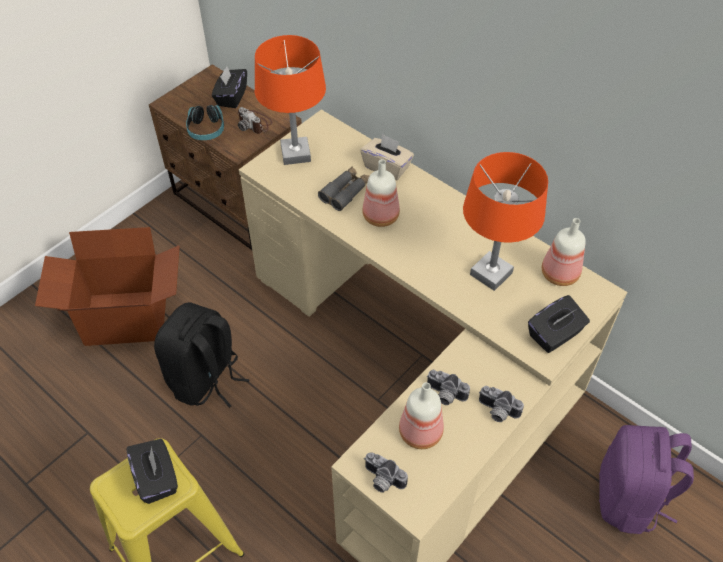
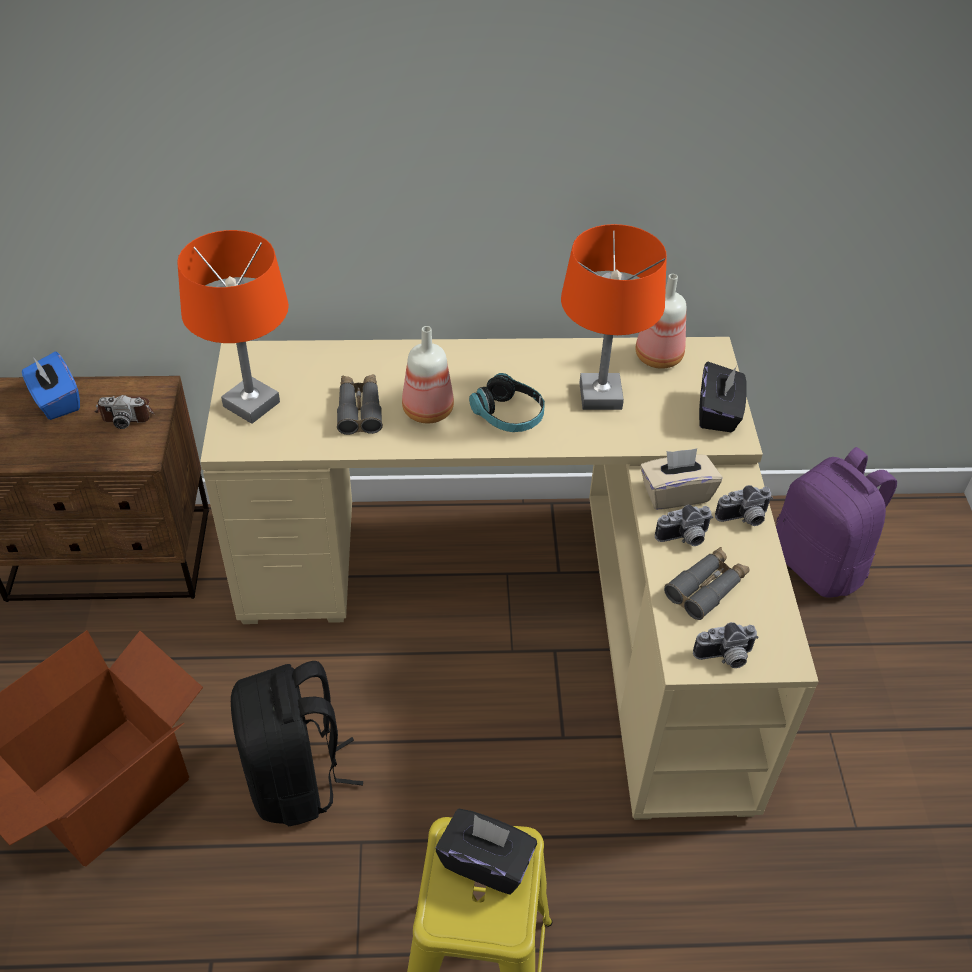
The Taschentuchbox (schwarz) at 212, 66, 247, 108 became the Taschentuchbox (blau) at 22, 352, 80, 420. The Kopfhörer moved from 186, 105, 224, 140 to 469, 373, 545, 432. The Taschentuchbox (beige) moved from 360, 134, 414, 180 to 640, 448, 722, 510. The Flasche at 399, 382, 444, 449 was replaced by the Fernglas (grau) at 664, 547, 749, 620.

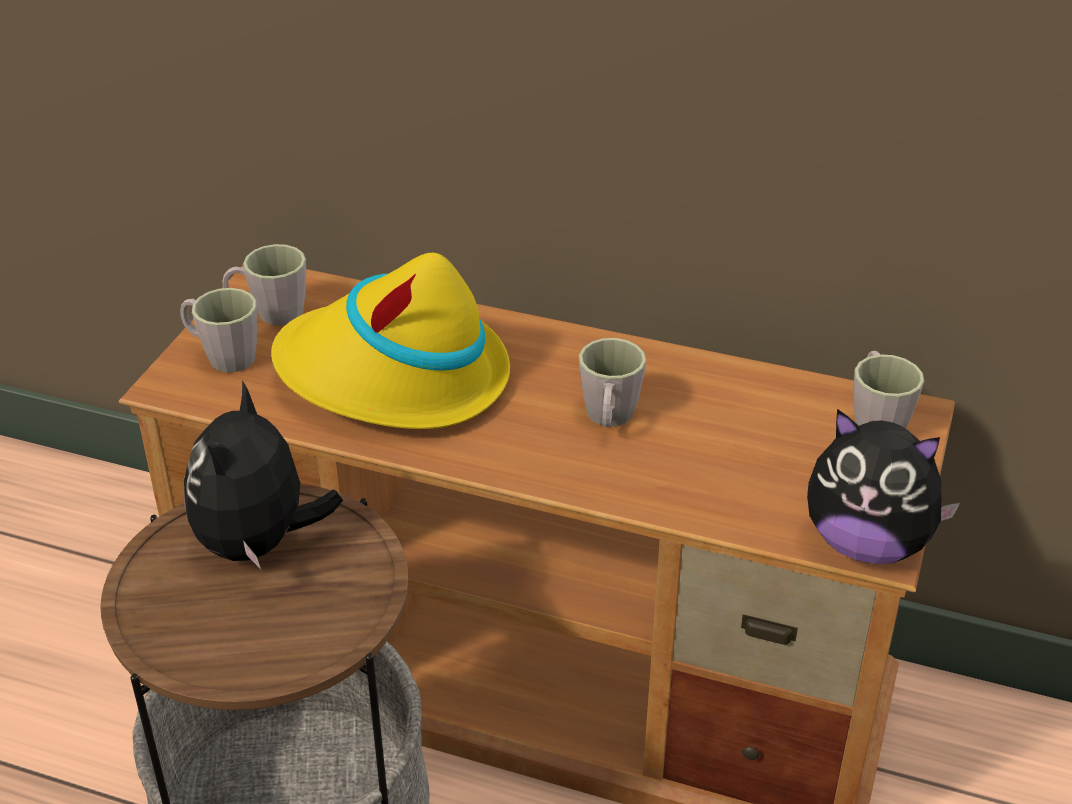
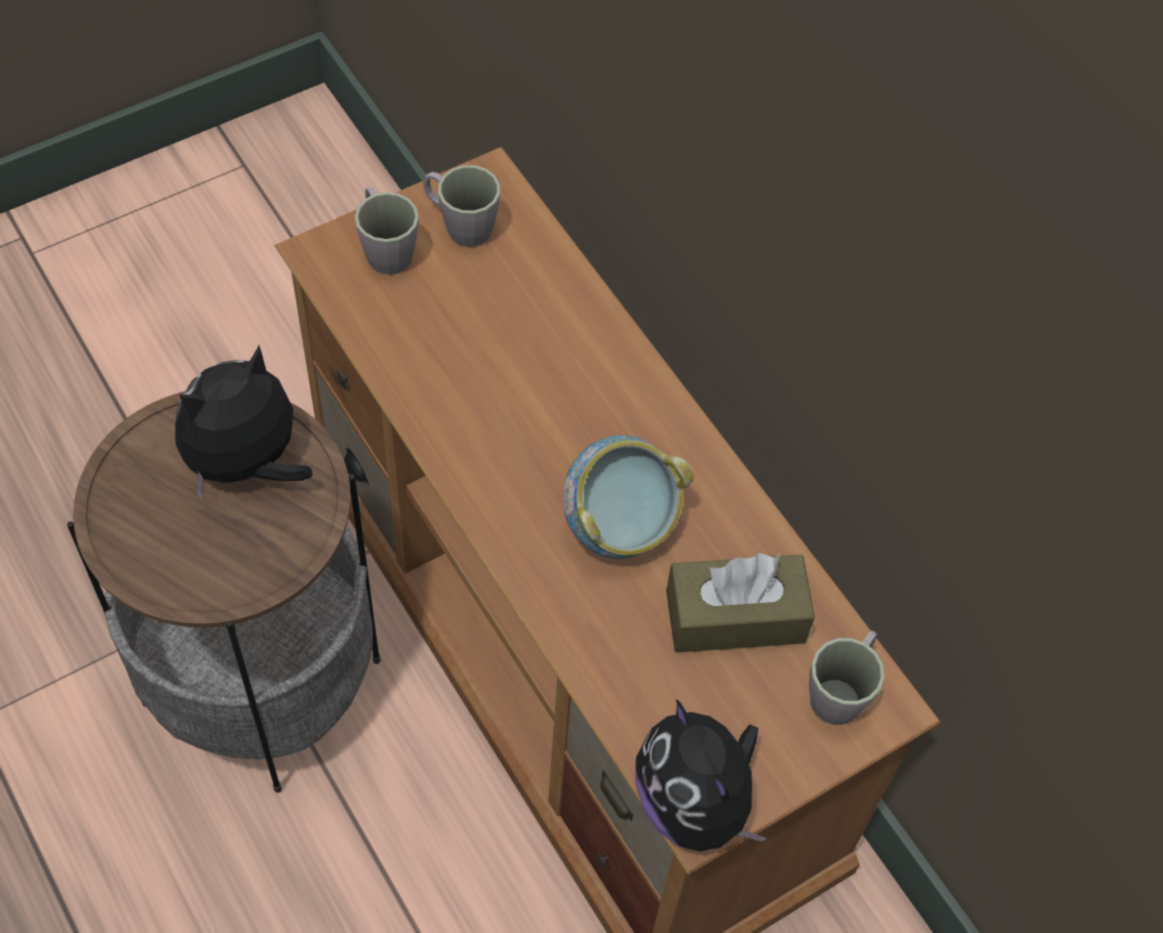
The Henkelbecher (grau) at 579, 338, 646, 427 was replaced by the Schüssel at 563, 435, 693, 559. The Taschentuchbox (braun) at 666, 553, 815, 653 appeared. The Hut (gelb) at 271, 253, 510, 429 disappeared.

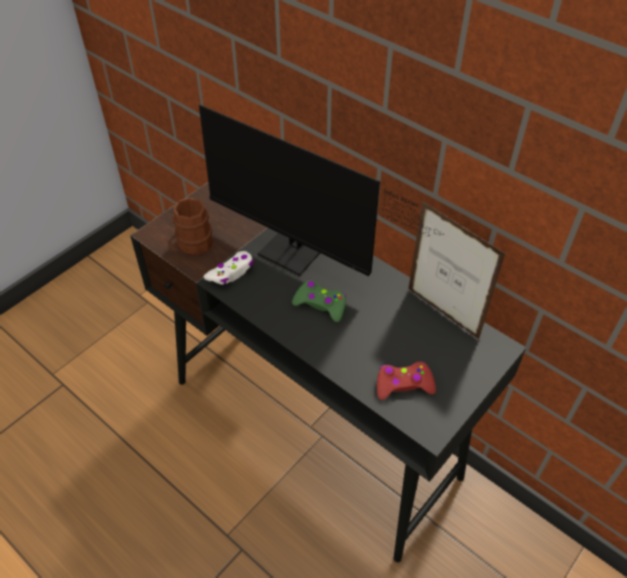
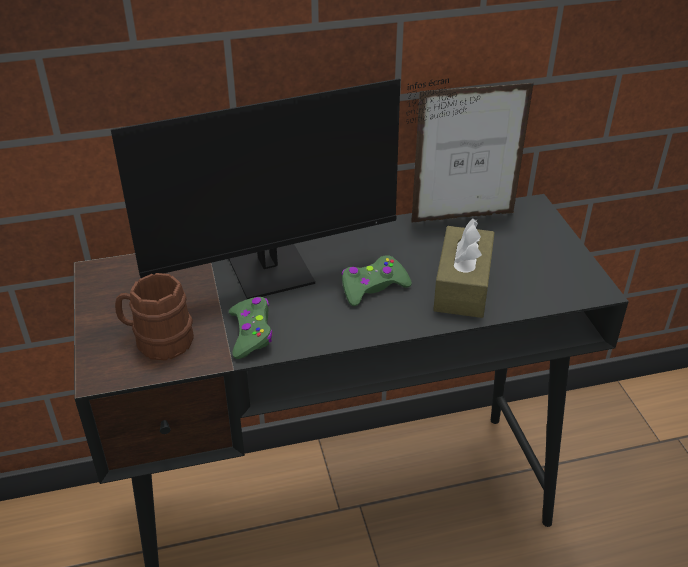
The Gamepad (weiß) at 204, 251, 254, 285 became the Gamepad (grün) at 229, 297, 273, 359. The Taschentuchbox (braun) at 433, 218, 495, 318 appeared. The Gamepad (rot) at 377, 362, 436, 400 disappeared.

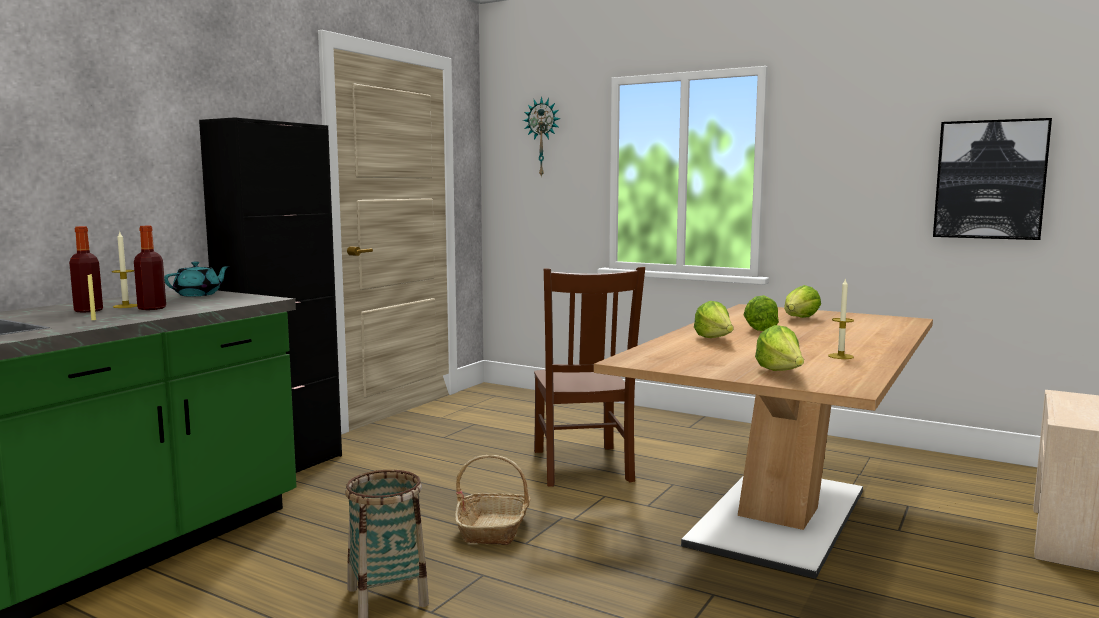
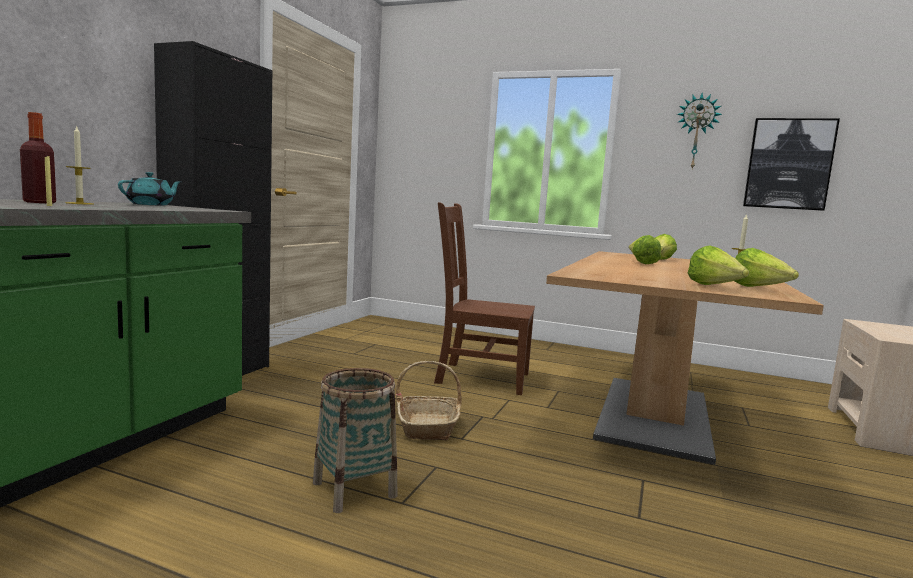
The Stuhl (braun) at 534, 267, 645, 487 turned 120 degrees clockwise. The Wanduhr moved from 523, 97, 560, 178 to 677, 93, 722, 169. The Salatkopf moved from 694, 301, 734, 338 to 735, 248, 799, 287. The Flasche at 134, 226, 166, 310 disappeared.

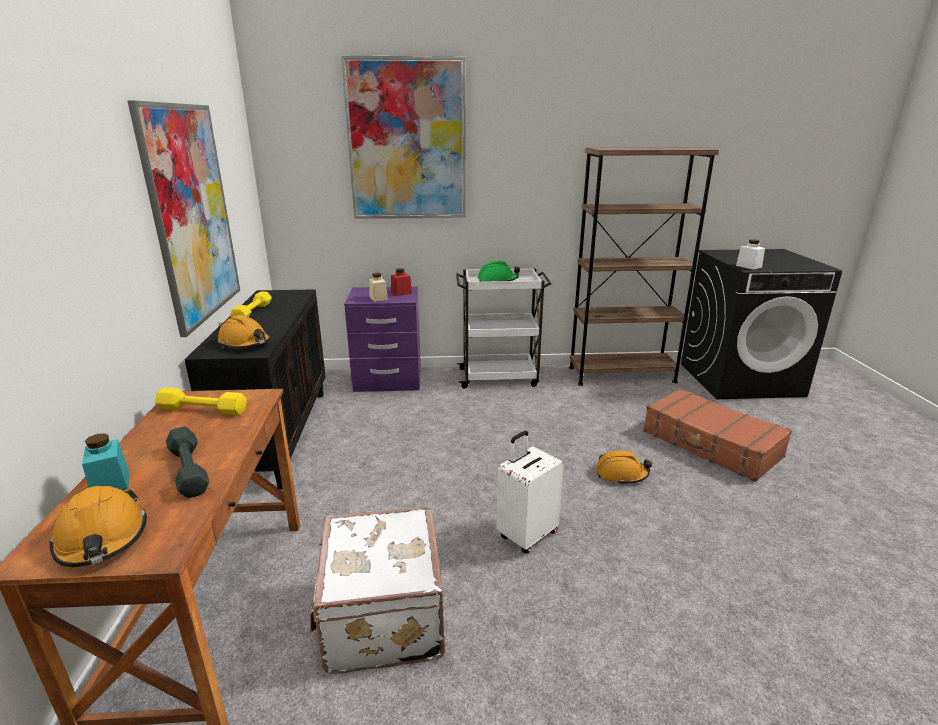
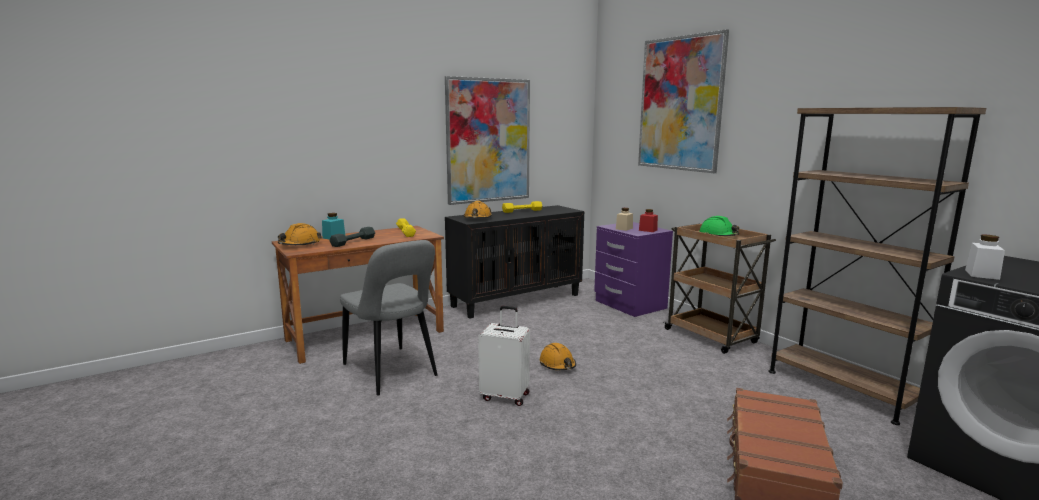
The Koffer (weiß) at 310, 506, 445, 674 was replaced by the Stuhl (grau) at 340, 240, 438, 396. The Schutzhelm (orange) moved from 595, 450, 652, 485 to 540, 343, 576, 370. The Rollwagen (weiß) at 456, 268, 551, 389 became the Rollwagen (braun) at 664, 224, 776, 354.

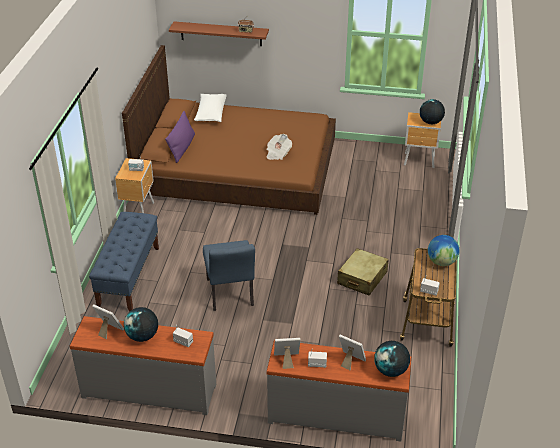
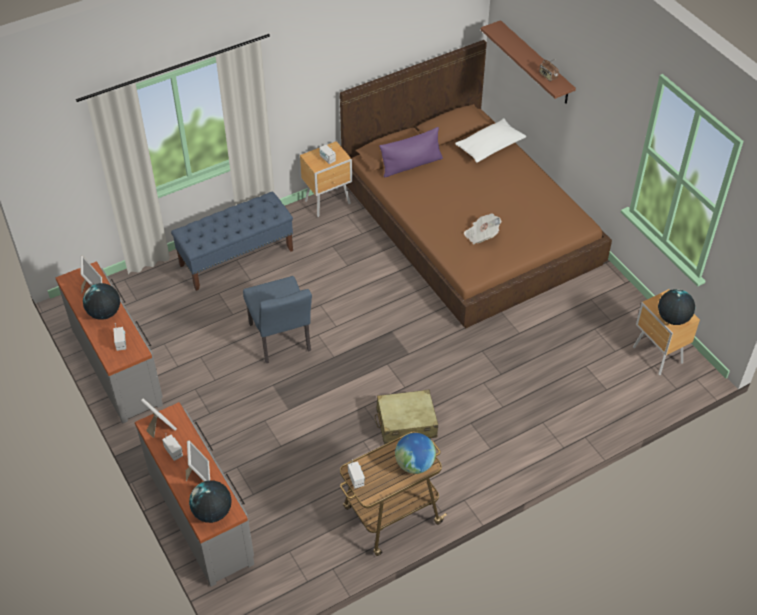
The Stuhl (blau) at 203, 240, 255, 311 turned 60 degrees counterclockwise.

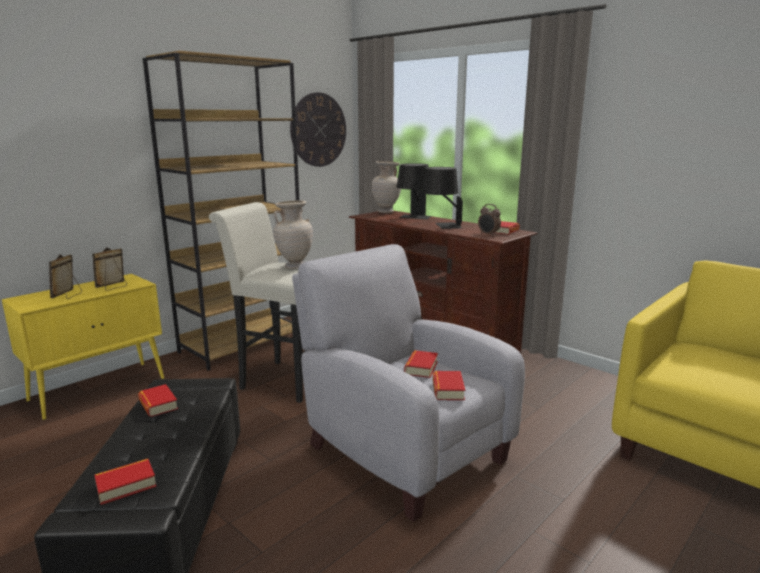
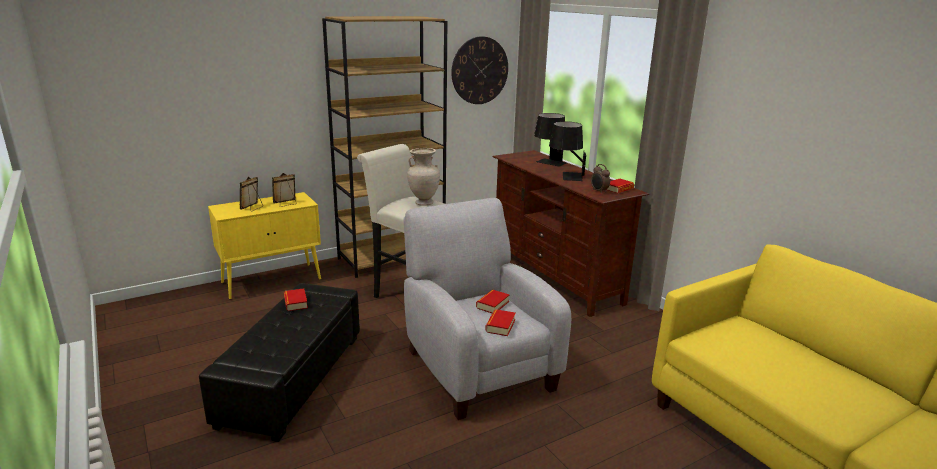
The Buch at 95, 459, 156, 505 disappeared. The Vase (beige) at 372, 161, 401, 213 disappeared.

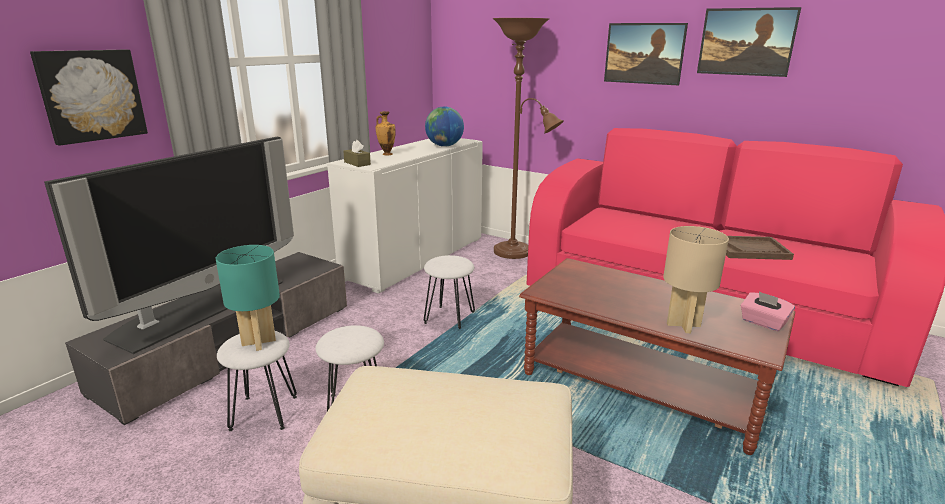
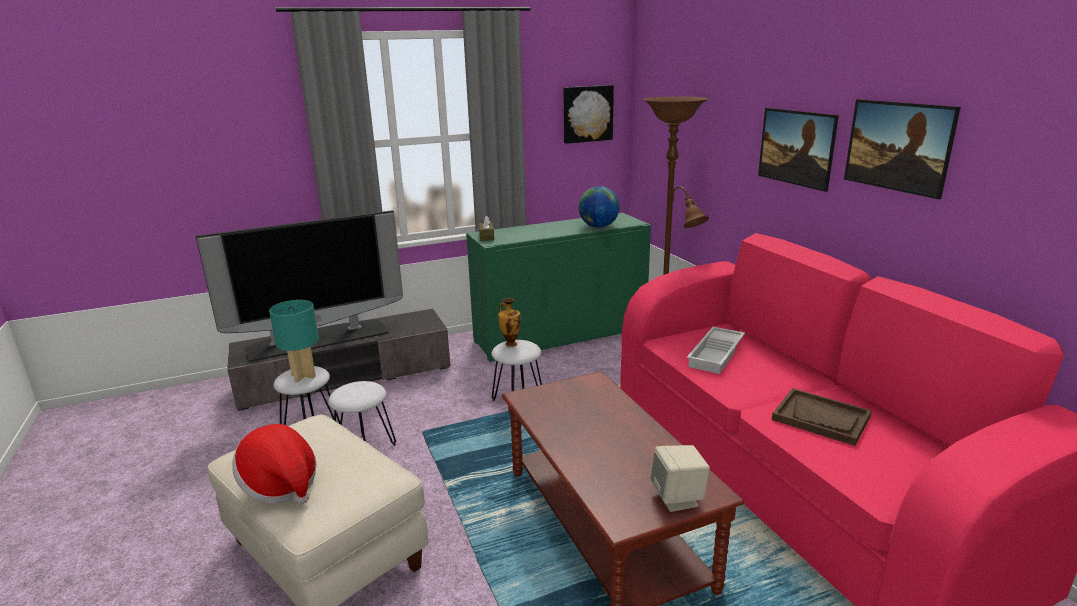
The Hut at 232, 424, 316, 504 appeared. The Schrank (weiß) at 327, 138, 483, 294 became the Schrank (grün) at 466, 213, 651, 362. The Vase moved from 376, 111, 396, 155 to 498, 298, 521, 347. The Bild moved from 30, 50, 148, 146 to 564, 85, 614, 144. The Taschentuchbox (rosa) at 741, 291, 795, 331 was replaced by the Lautsprecher (beige) at 651, 445, 710, 512. The Tablett (weiß) at 687, 327, 745, 374 appeared. The Tischlampe (beige) at 663, 226, 729, 333 disappeared.

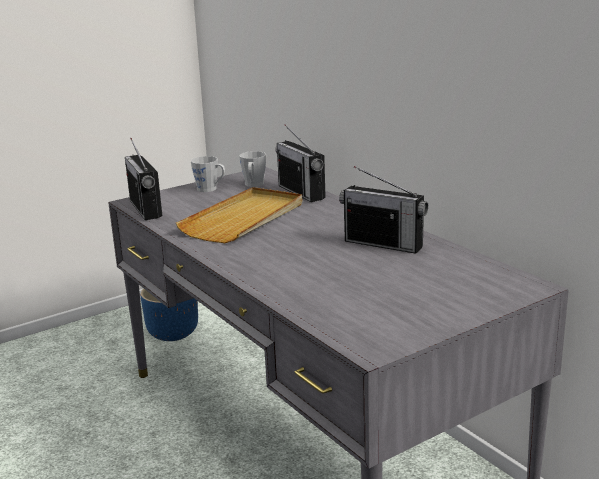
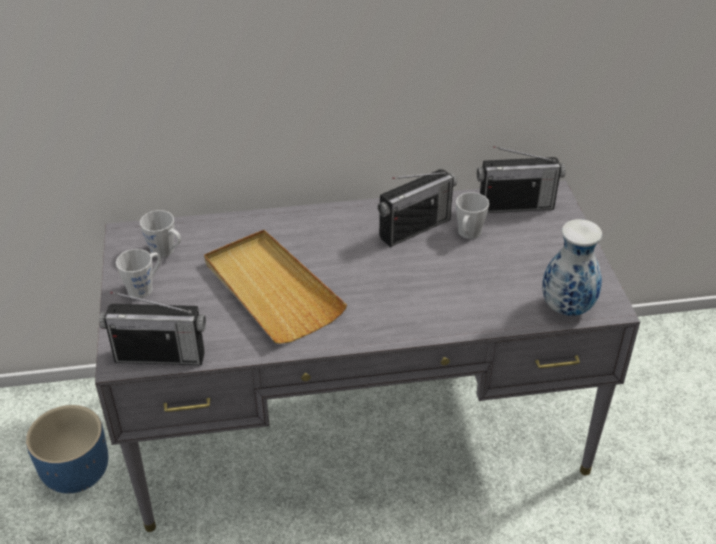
The Henkelbecher (grau) at 456, 192, 489, 239 appeared. The Radio moved from 275, 124, 326, 202 to 477, 146, 566, 213. The Vase at 542, 219, 602, 316 appeared.

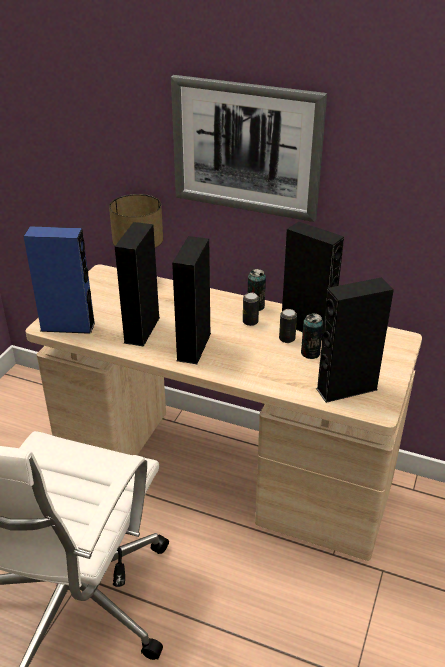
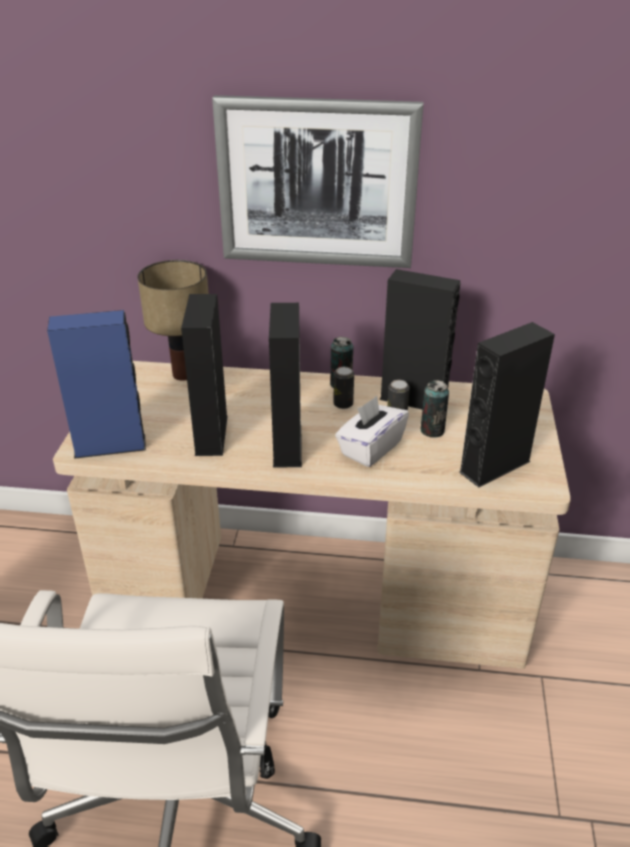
The Taschentuchbox (weiß) at 335, 396, 409, 467 appeared.

